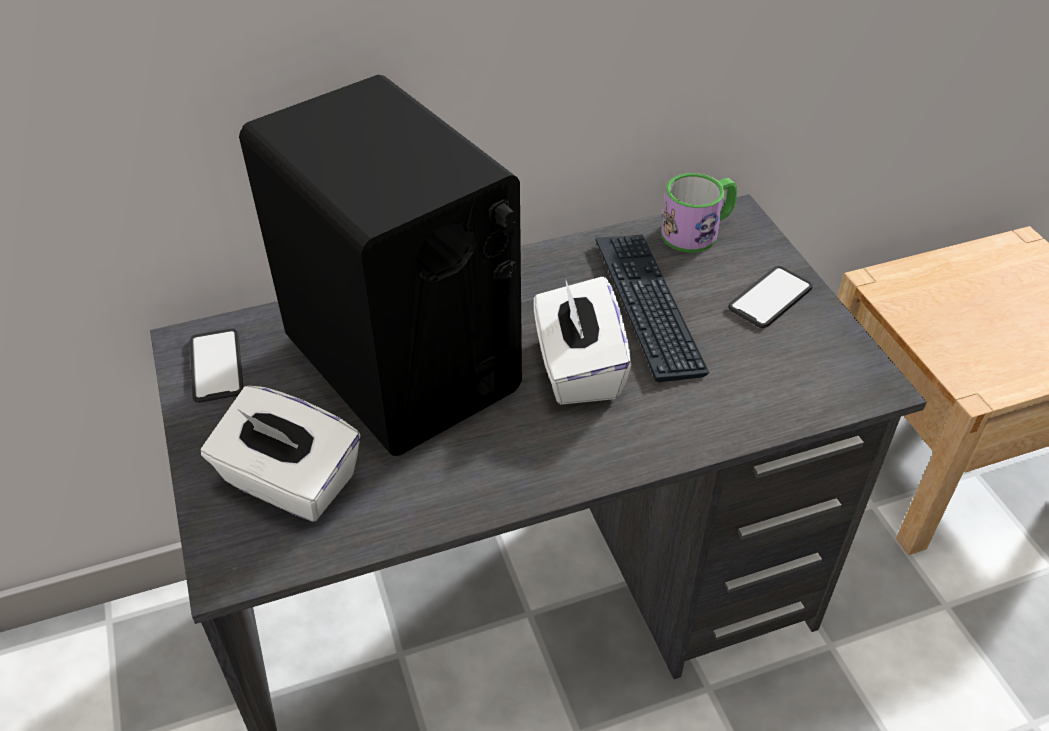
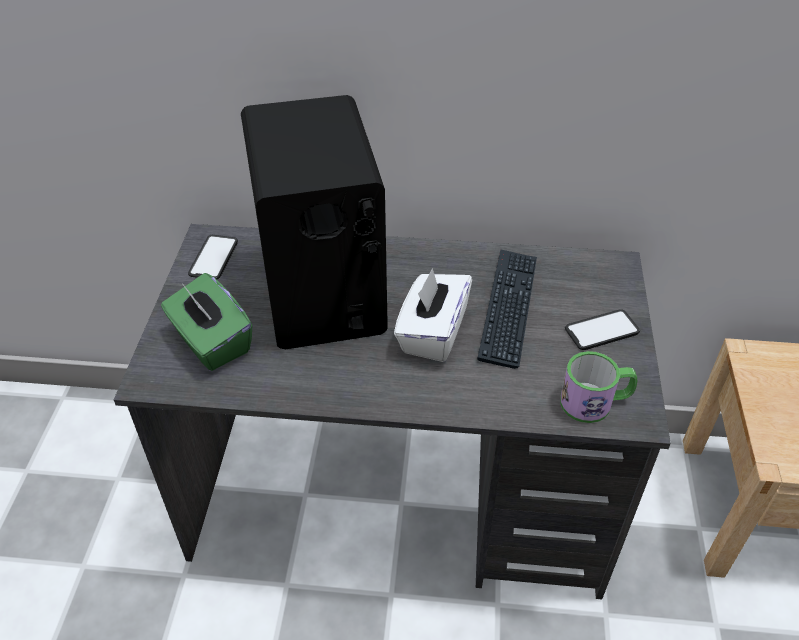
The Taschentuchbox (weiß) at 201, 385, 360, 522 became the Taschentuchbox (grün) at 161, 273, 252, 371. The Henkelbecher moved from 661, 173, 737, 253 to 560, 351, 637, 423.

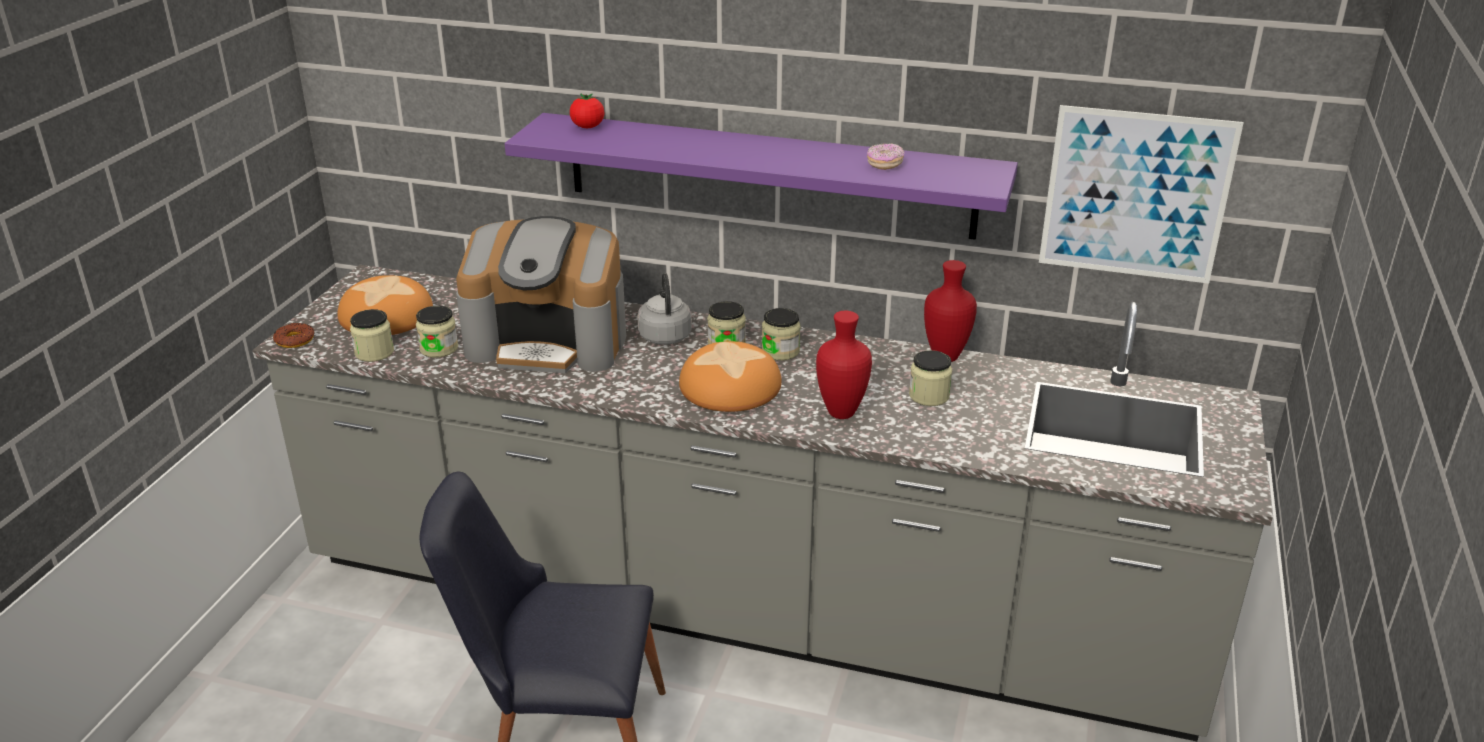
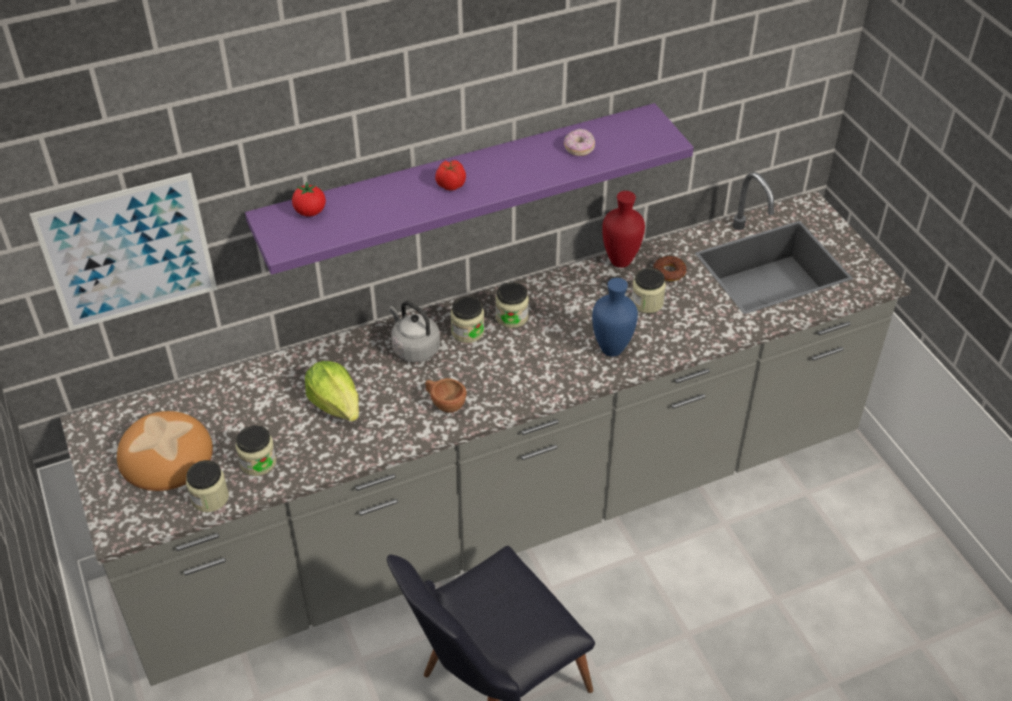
The Bild moved from 1039, 105, 1244, 284 to 30, 173, 217, 331. The Kaffeemaschine at 456, 216, 626, 373 was replaced by the Salatkopf at 305, 361, 359, 421. The Tasse (braun) at 425, 378, 467, 413 appeared. The Tomate at 435, 160, 466, 191 appeared. The Vase (rot) at 816, 311, 872, 419 became the Vase (blau) at 592, 278, 638, 357. The Donut moved from 273, 323, 314, 348 to 653, 256, 687, 281. The Brot at 679, 341, 782, 412 disappeared.

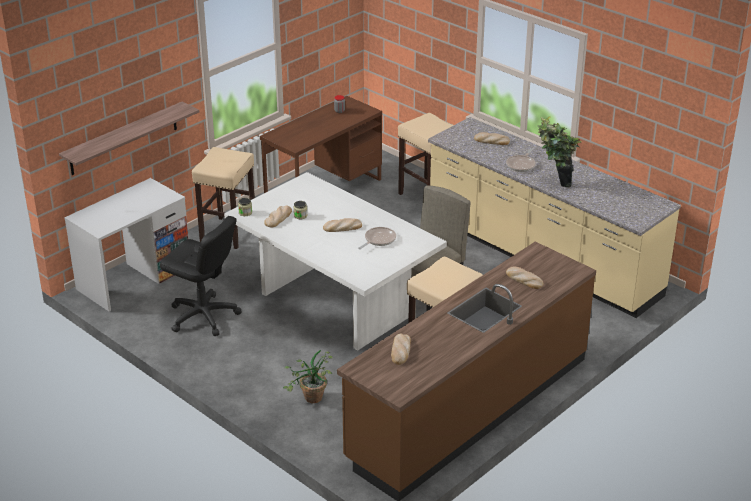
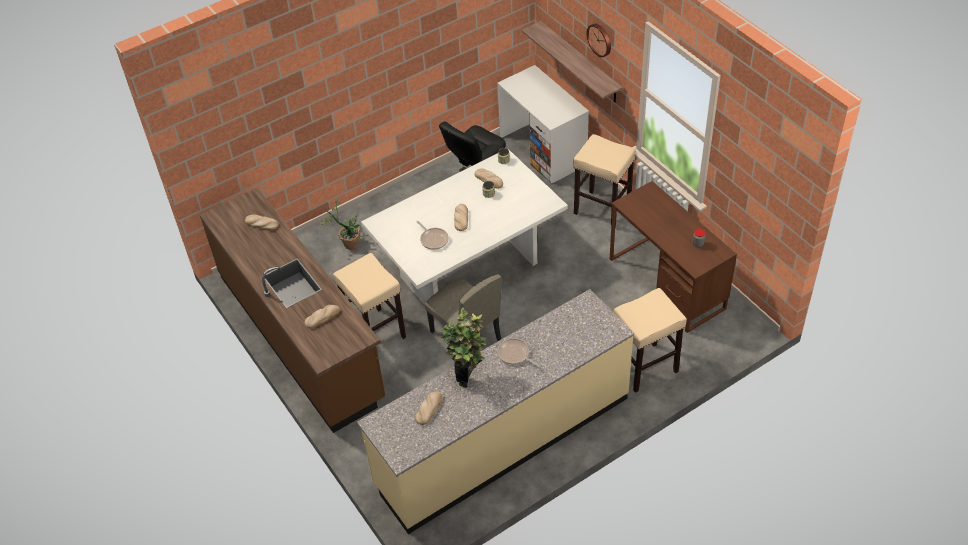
The Brot moved from 474, 132, 510, 145 to 415, 391, 442, 425. The Wanduhr at 587, 24, 611, 57 appeared.

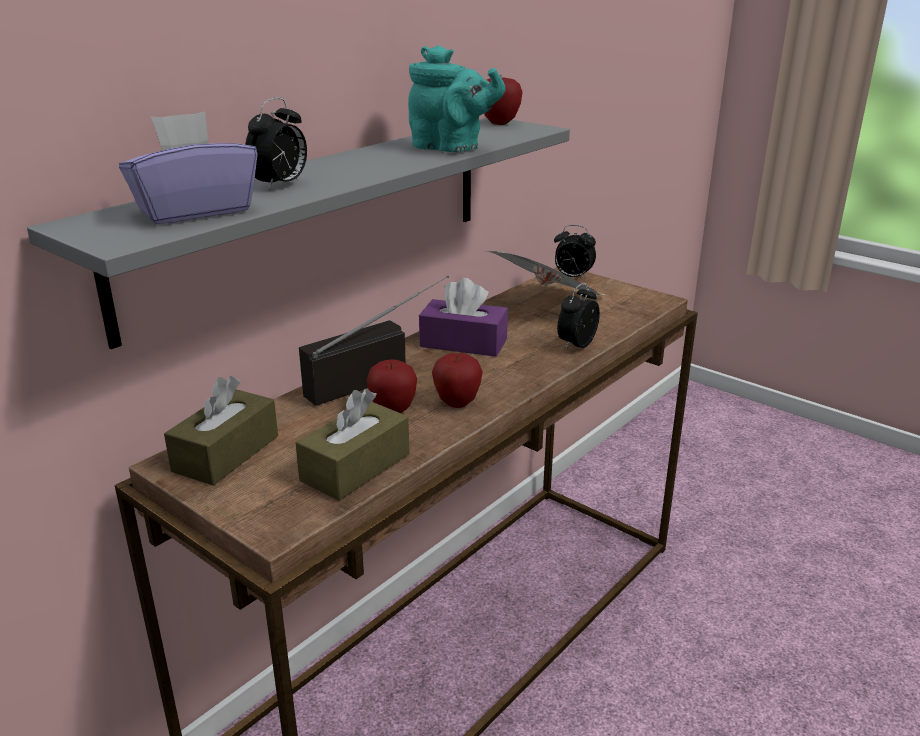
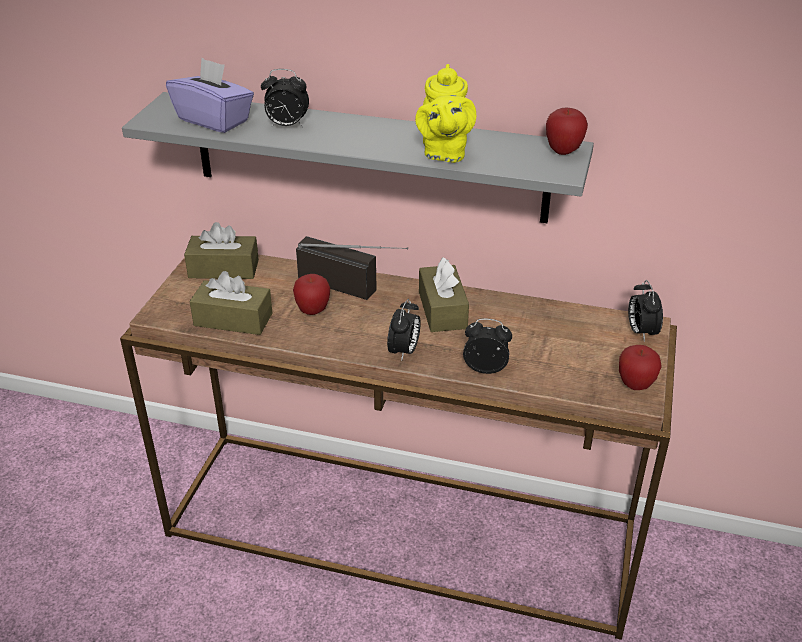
The Wecker at 387, 299, 421, 361 appeared. The Teekanne (türkis) at 408, 45, 506, 152 became the Teekanne (gelb) at 415, 64, 476, 163. The Taschentuchbox (lila) at 419, 278, 508, 357 became the Taschentuchbox (braun) at 419, 257, 469, 332. The Apfel moved from 432, 353, 483, 408 to 619, 345, 662, 390. The Zeitung at 486, 251, 606, 295 disappeared.

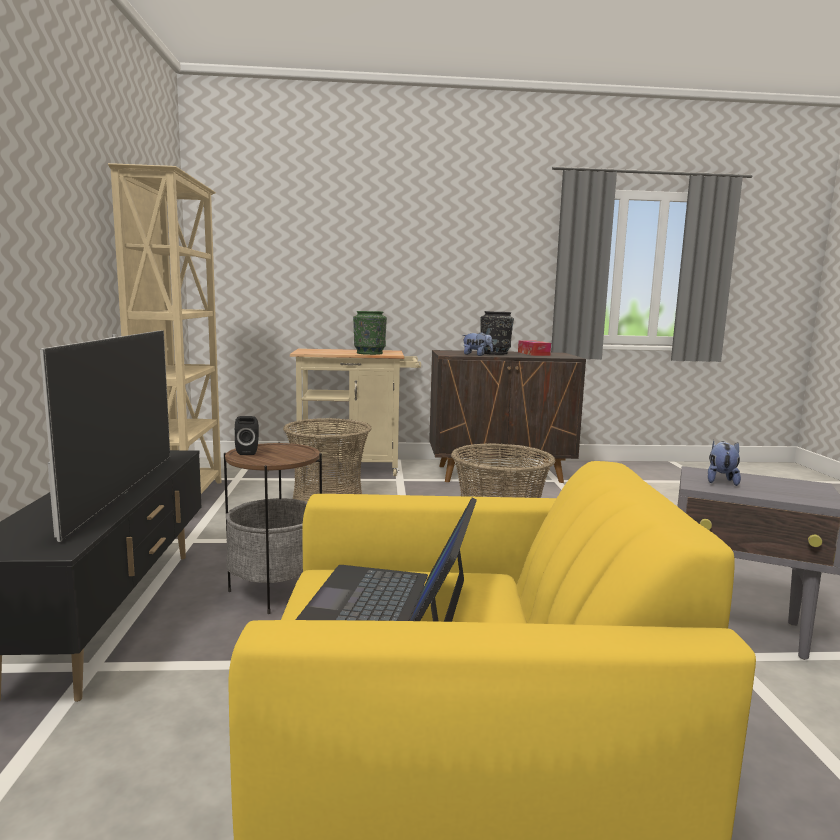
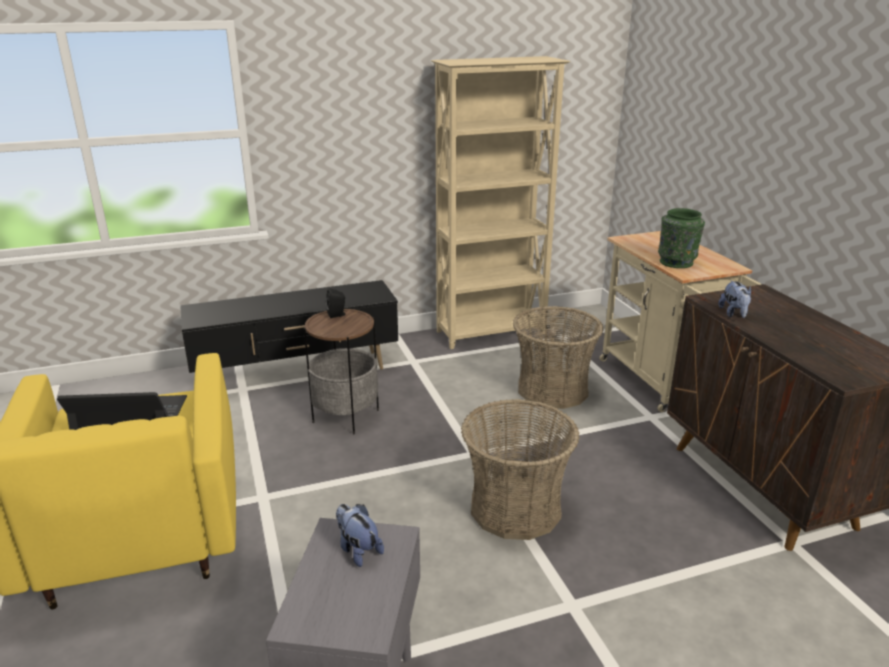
The Plüschtier at 708, 440, 741, 486 turned 135 degrees counterclockwise. The Fernseher at 40, 330, 170, 542 disappeared. The Vase (schwarz) at 480, 311, 514, 355 disappeared. The Taschentuchbox at 518, 340, 551, 356 disappeared.

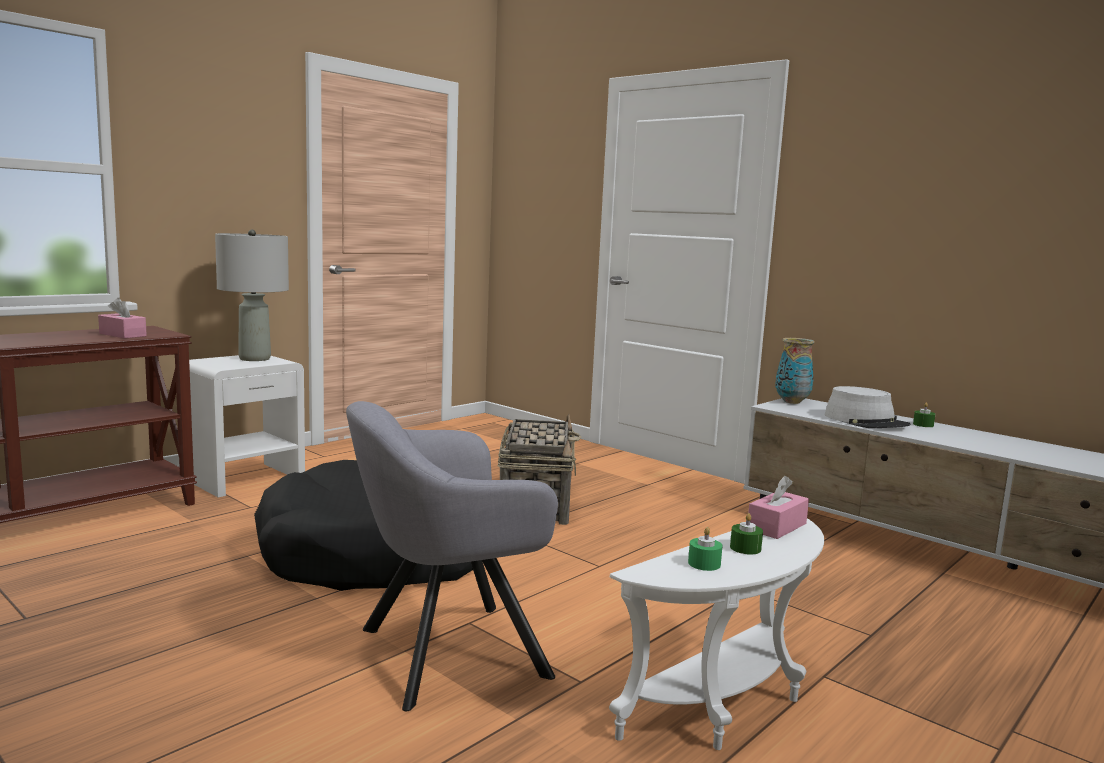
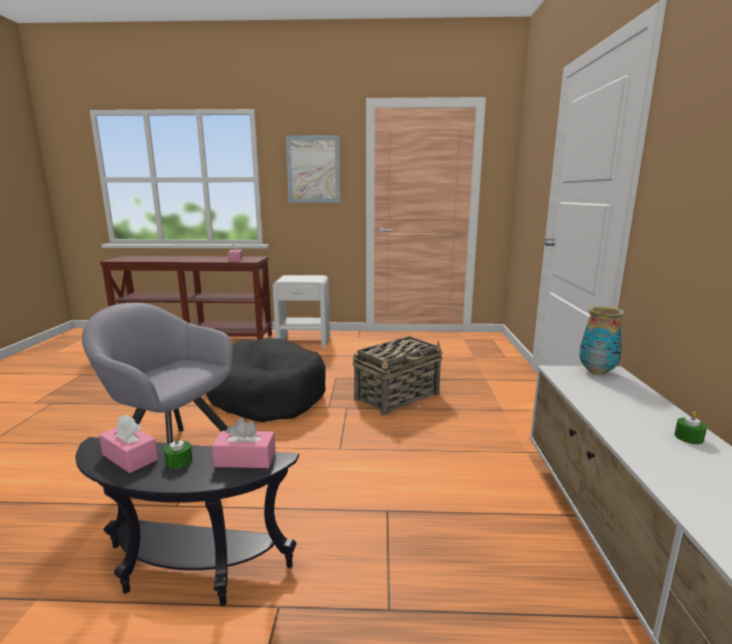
The Beistelltisch (weiß) at 609, 518, 824, 750 became the Beistelltisch (schwarz) at 75, 437, 299, 606. The Kerze (grün) at 688, 527, 723, 571 was replaced by the Taschentuchbox (rosa) at 99, 414, 158, 473. The Bild at 286, 135, 340, 203 appeared. The Tischlampe (grau) at 215, 229, 289, 361 disappeared. The Hut (grau) at 824, 386, 910, 428 disappeared.

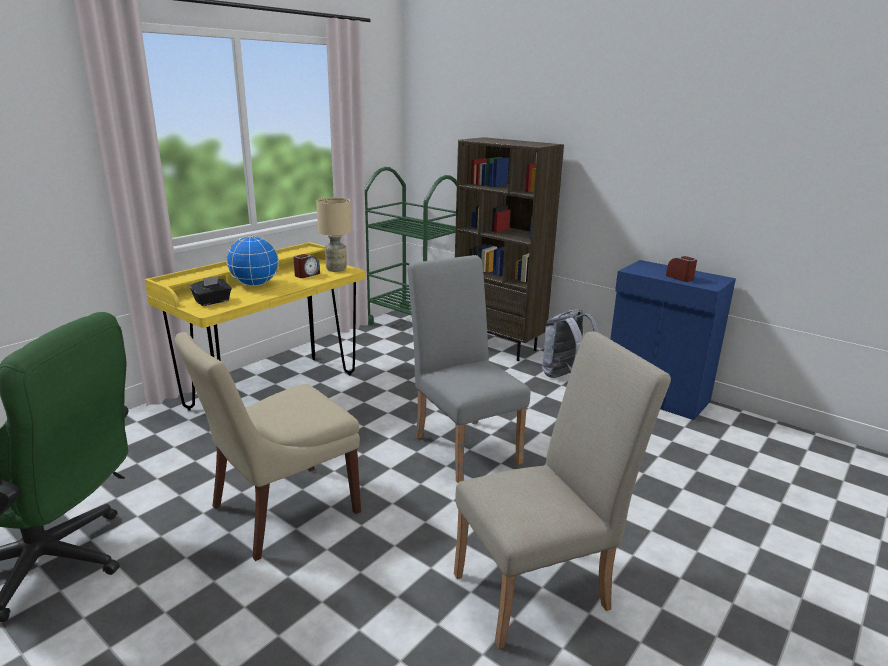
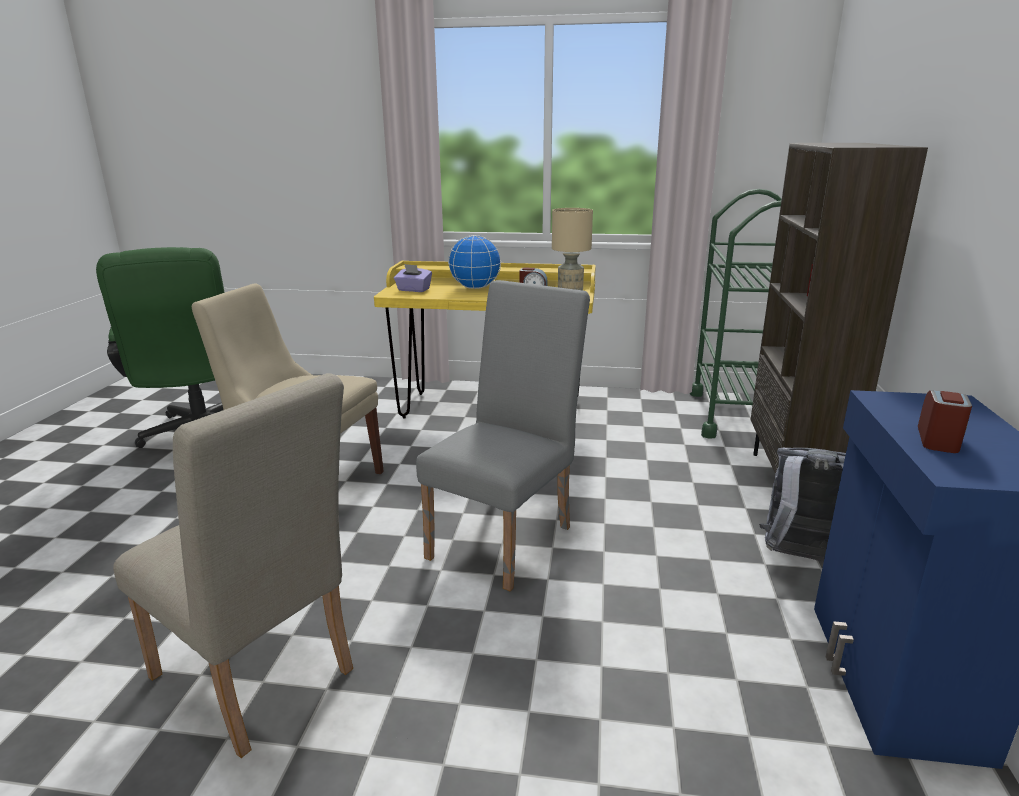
The Taschentuchbox (schwarz) at 190, 276, 232, 306 became the Taschentuchbox (lila) at 394, 264, 432, 292.

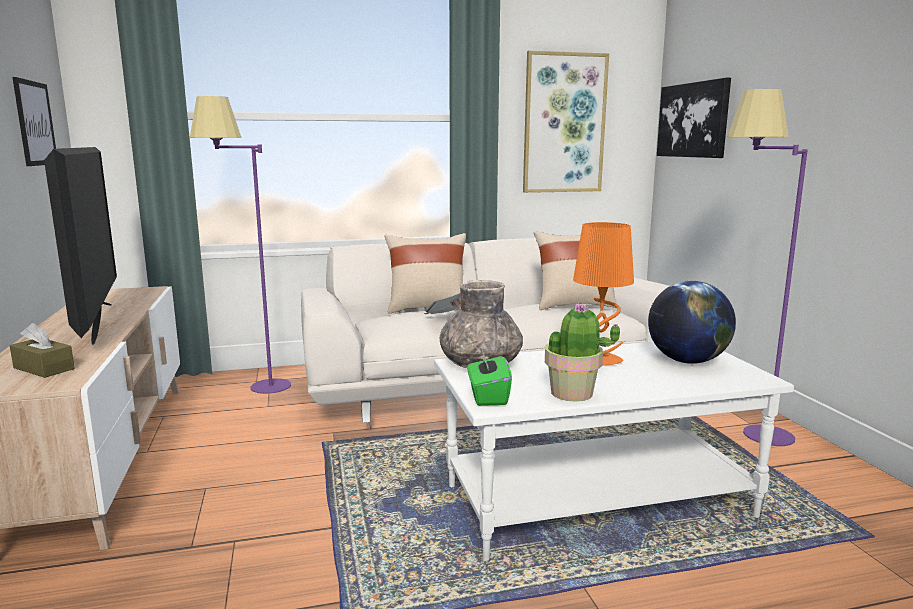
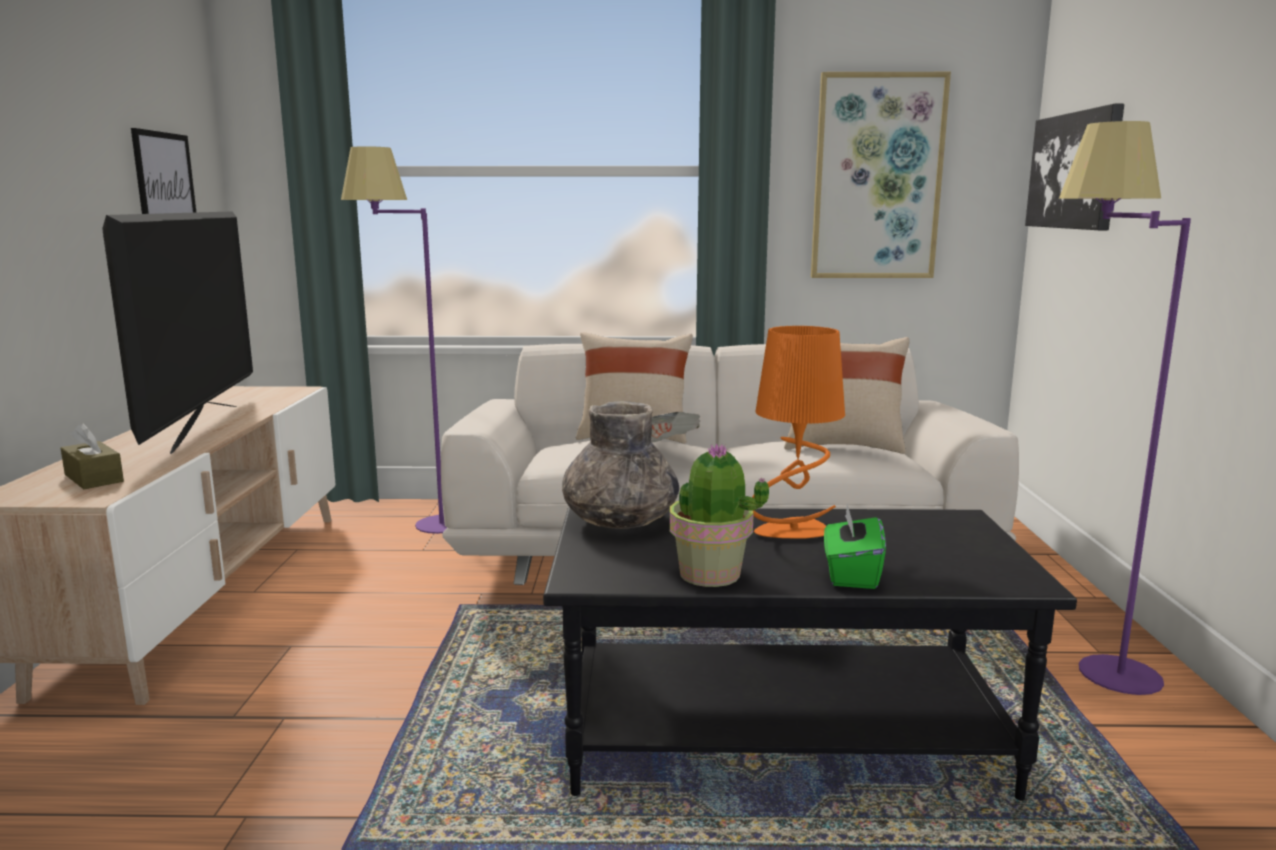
The Couchtisch (weiß) at 434, 342, 794, 560 became the Couchtisch (schwarz) at 543, 507, 1077, 801. The Taschentuchbox (grün) moved from 467, 349, 512, 406 to 824, 504, 886, 589. The Globus at 648, 281, 736, 364 disappeared.

